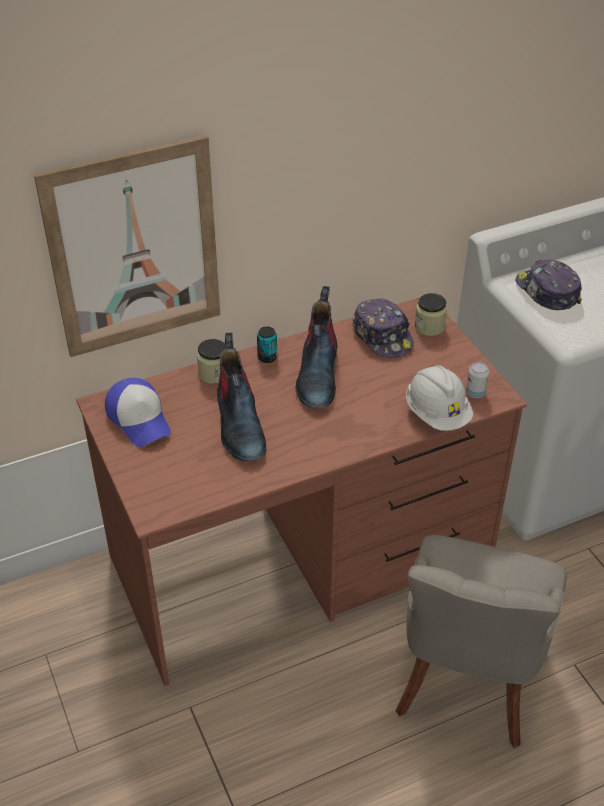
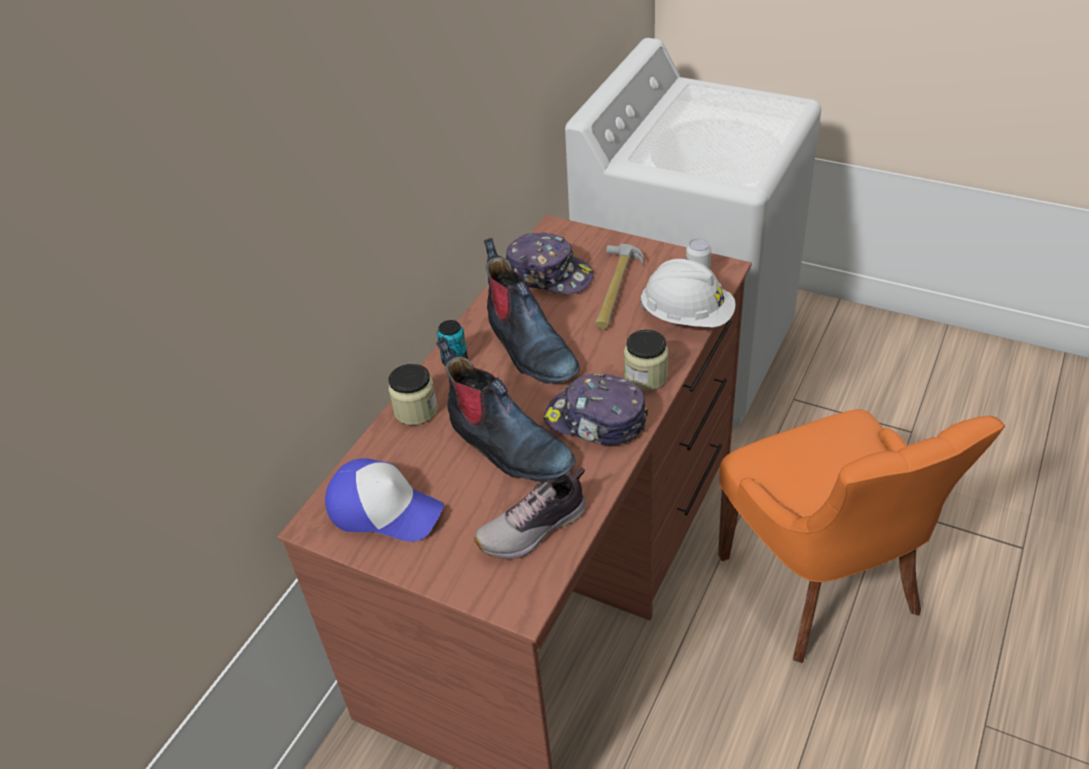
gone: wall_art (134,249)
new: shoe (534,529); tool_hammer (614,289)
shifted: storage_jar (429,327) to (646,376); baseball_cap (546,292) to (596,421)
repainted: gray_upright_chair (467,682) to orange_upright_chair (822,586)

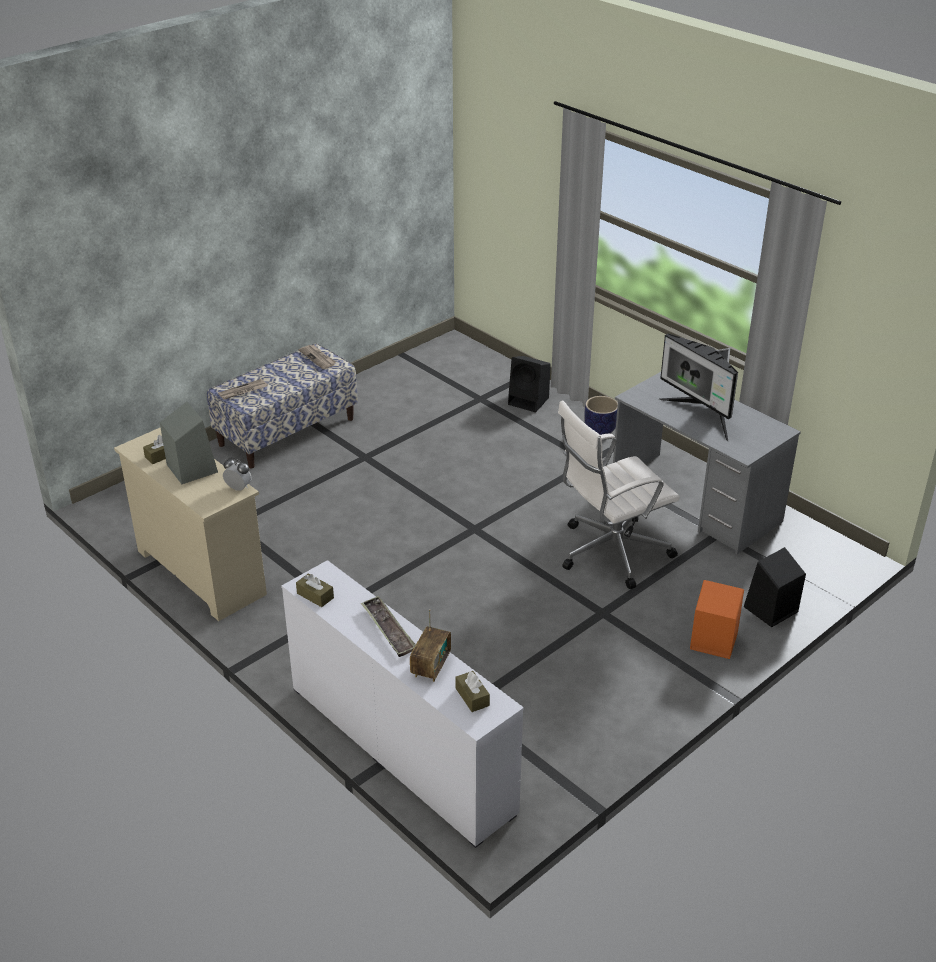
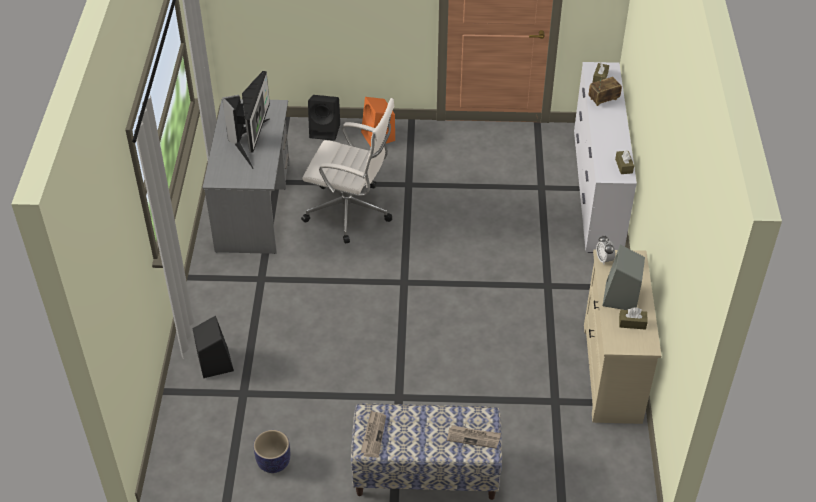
gone: tray (388,630)
shifted: flower_pot (599,430) to (274,462)

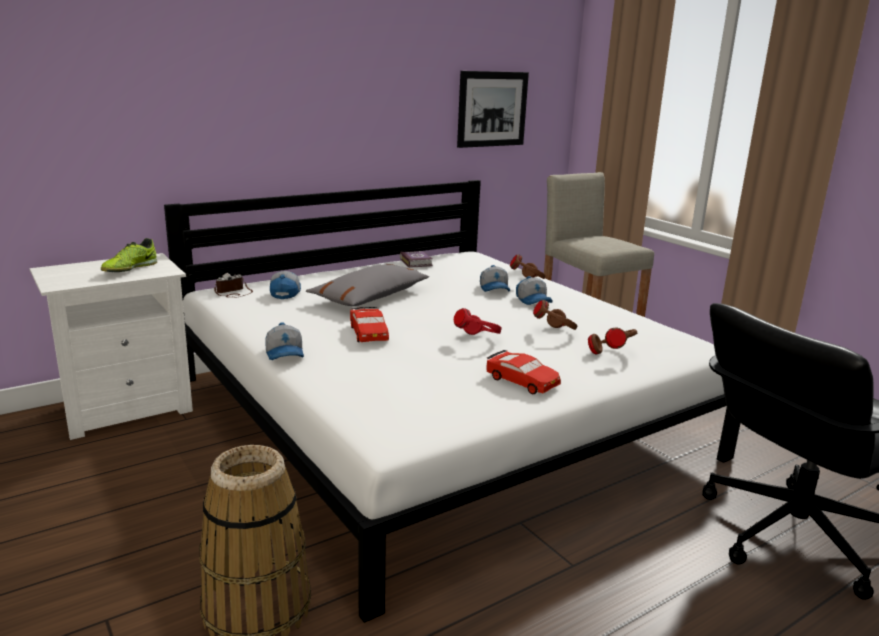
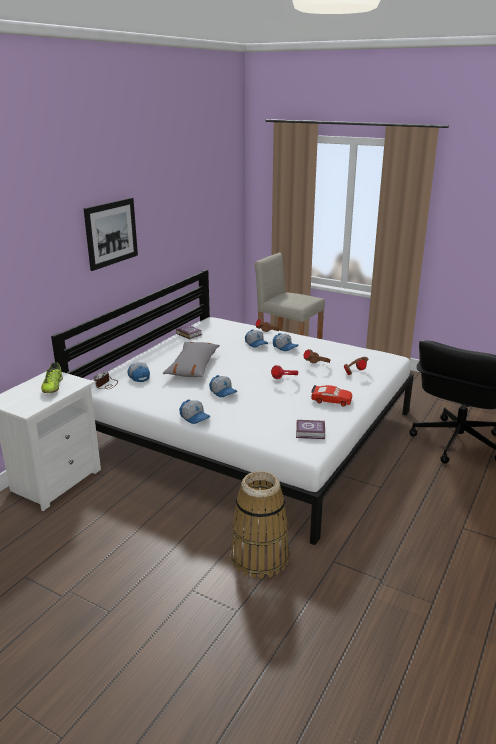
new: book (311,432)
shifted: wall_art (492,109) to (111,233)
swapped: red-coloured_model_car (369,333) to baseball_cap (223,392)

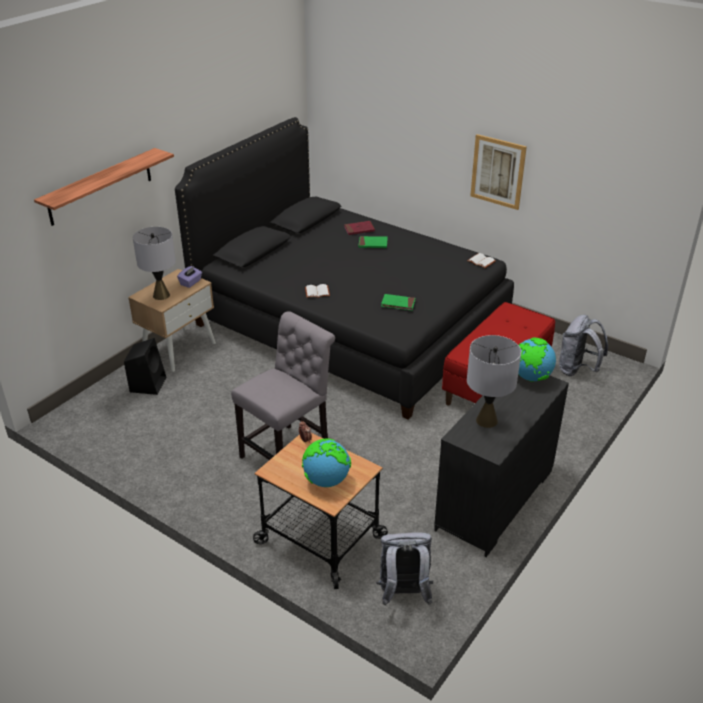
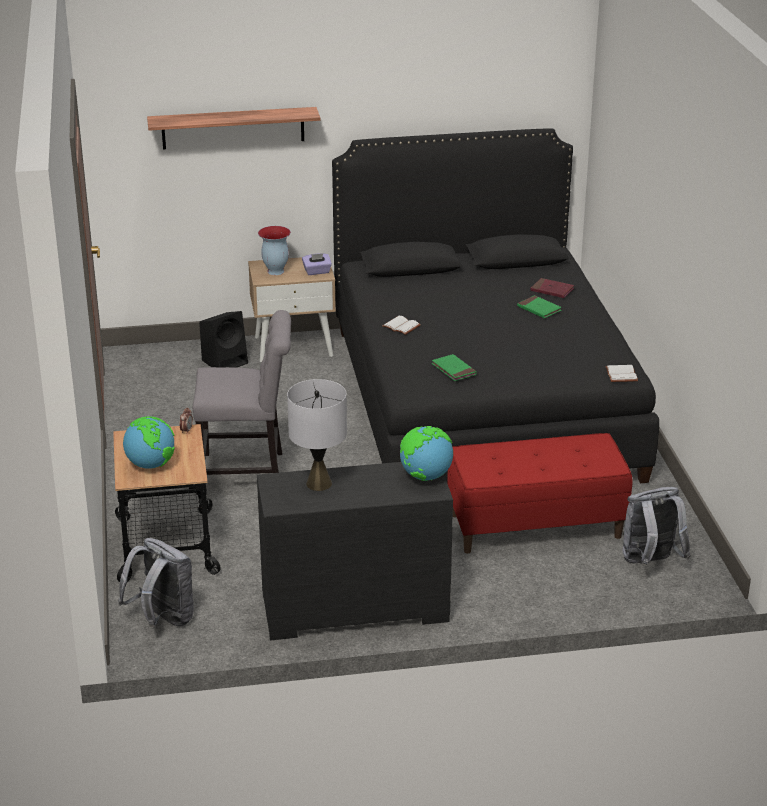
gone: wall_art (498,171)
swapped: gray_tabletop_lamp (161,295) to vase (275,271)

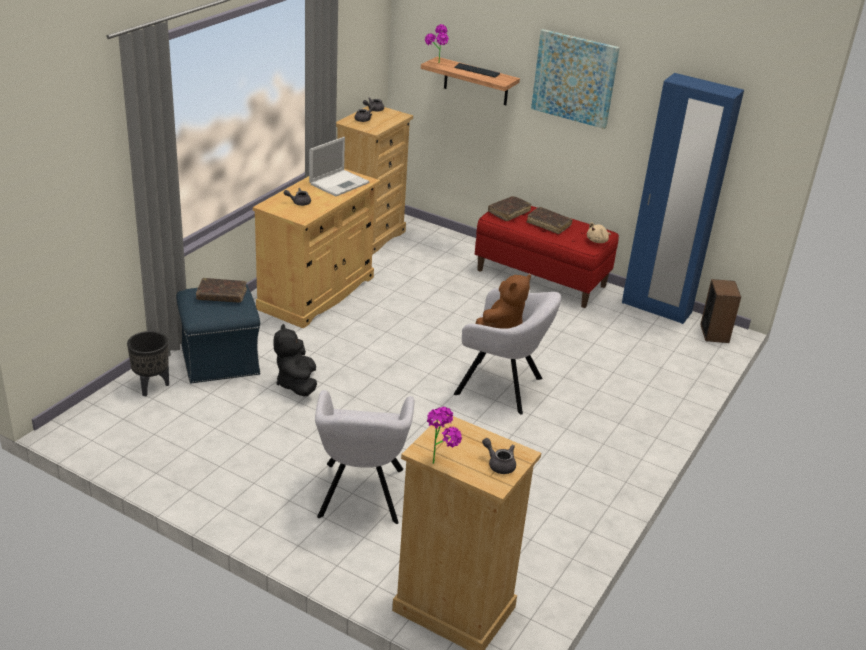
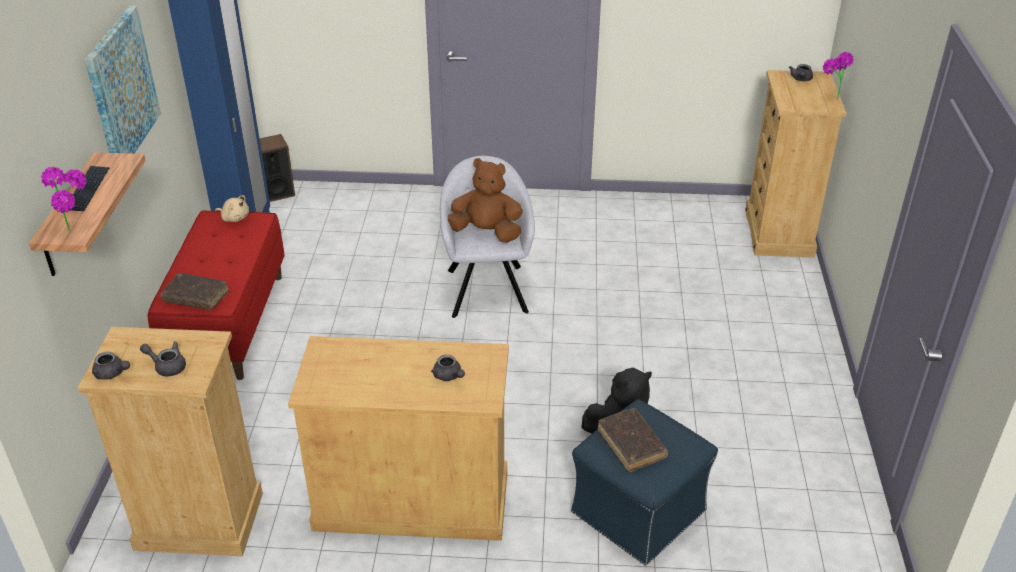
gone: black-coloured_flower_pot (151,386); notebook_computer (340,183); gray_easy_chair (361,495); brown_book (548,224)

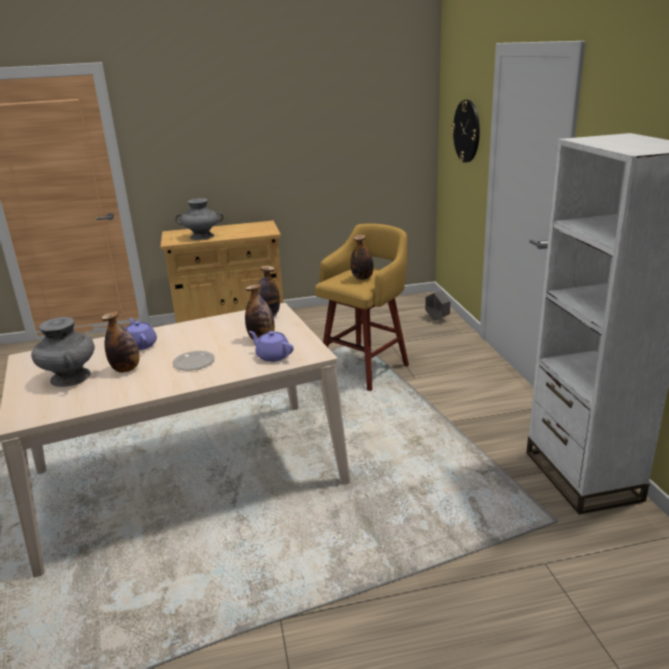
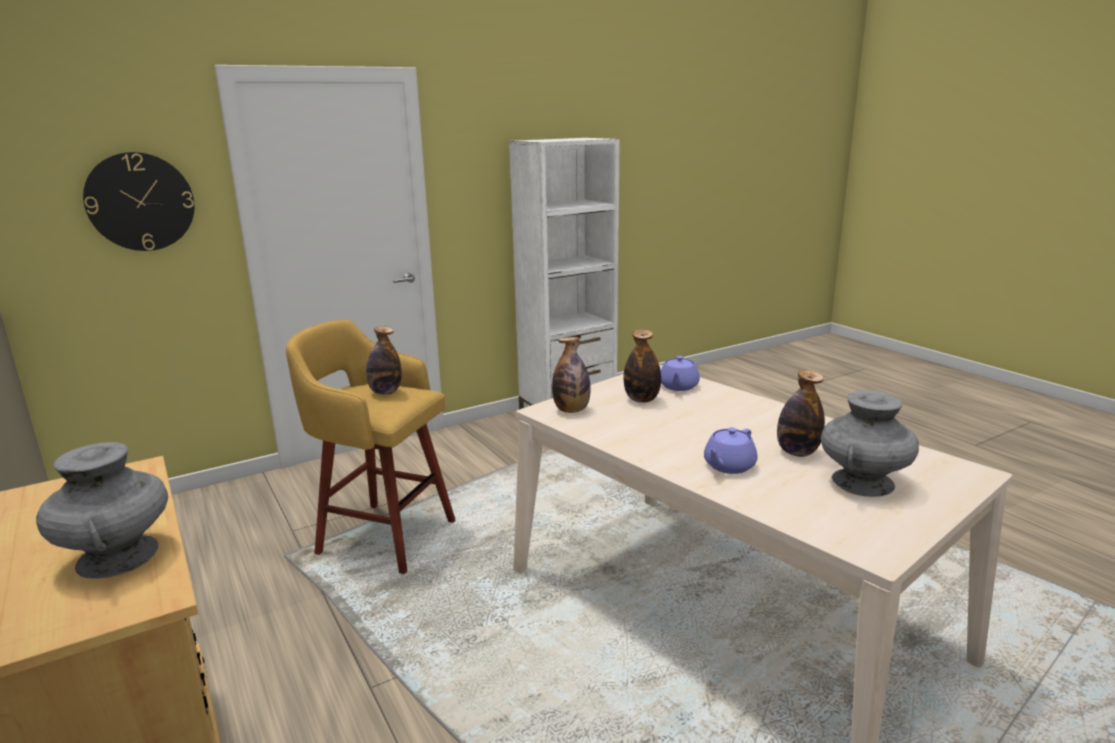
gone: dinner_plate (193,362); gray_flower_pot (437,319)

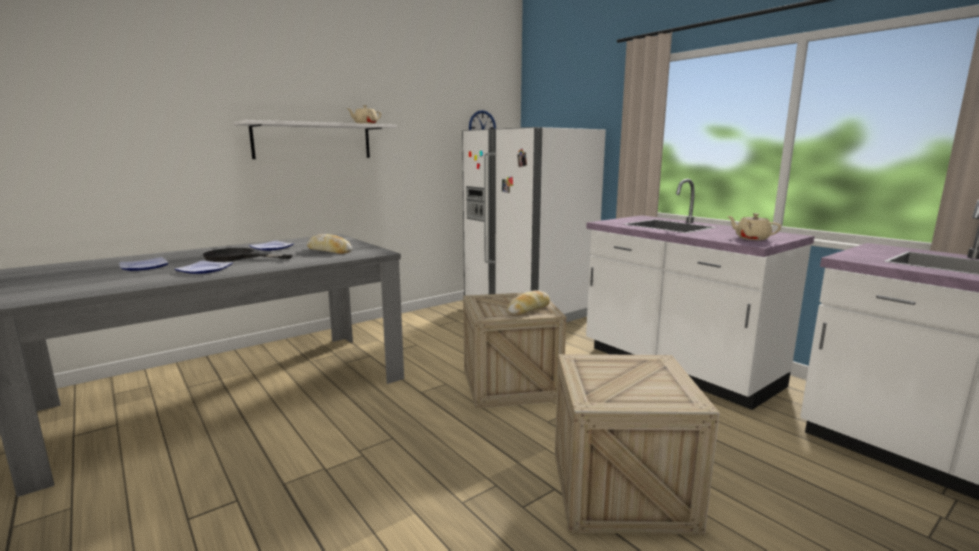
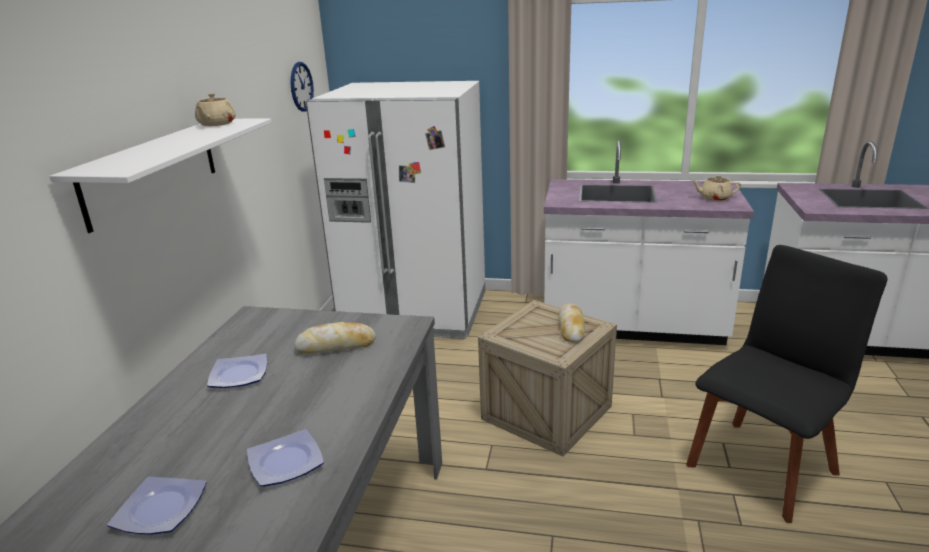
gone: black-coloured_skillet (237,257)
swapped: shipping_crate (620,489) to black-coloured_upright_chair (764,465)

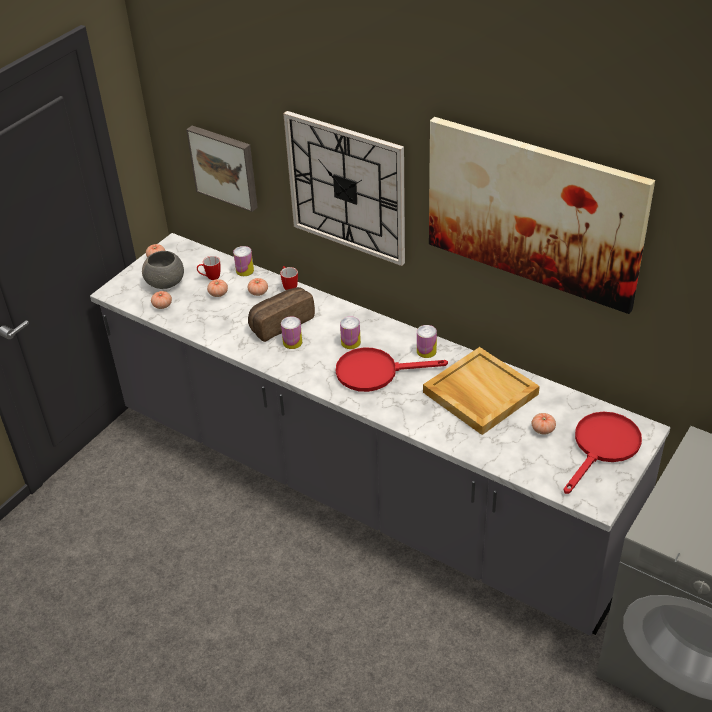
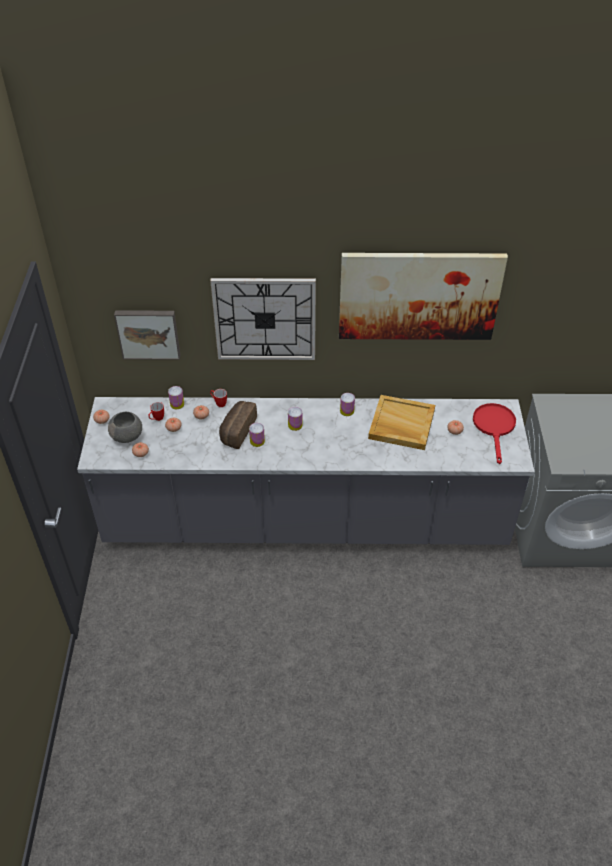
gone: red-coloured_skillet (375,372)

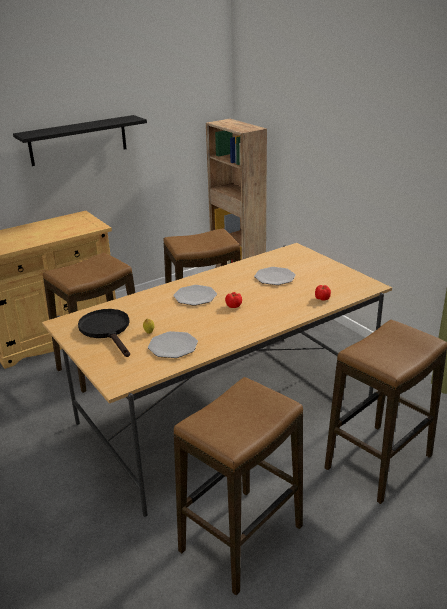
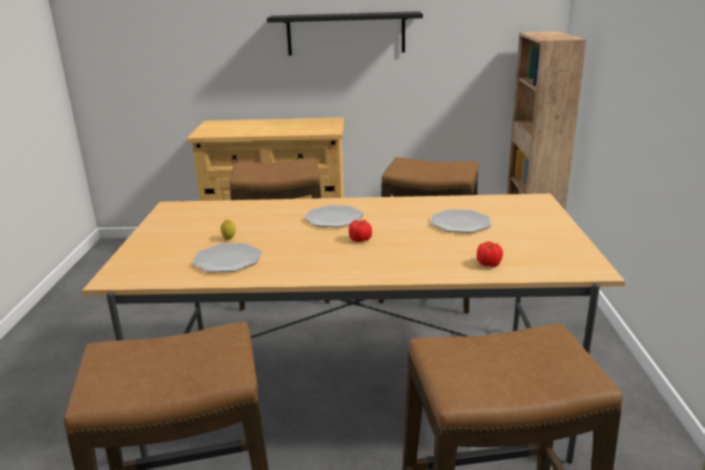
gone: black-coloured_skillet (107,330)

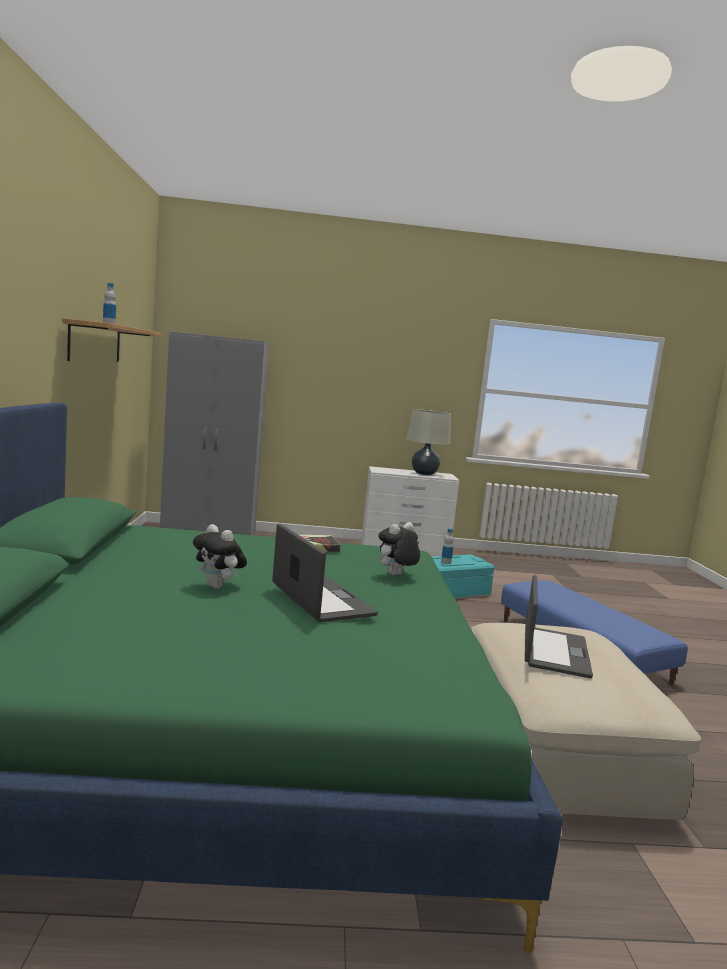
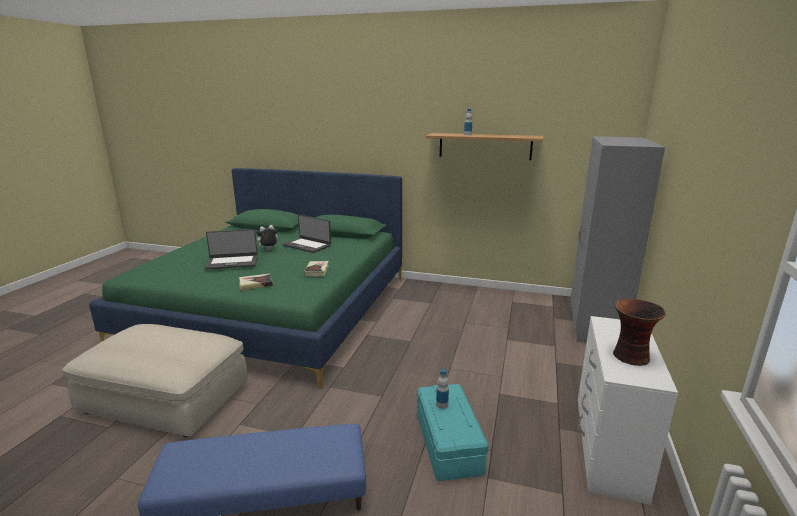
shifted: notebook_computer (554,651) to (307,245)
swapped: soft_toy (396,575) to book (255,284); beige_tabletop_lamp (424,473) to vase (630,357)

